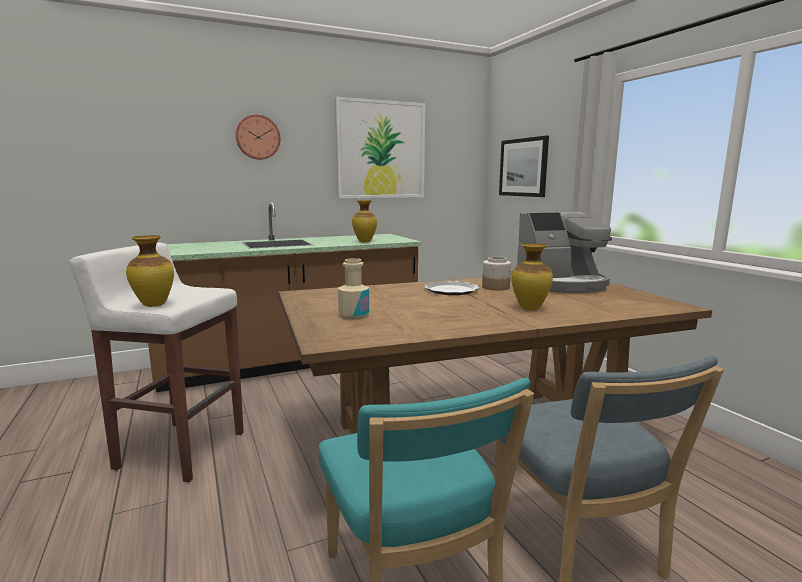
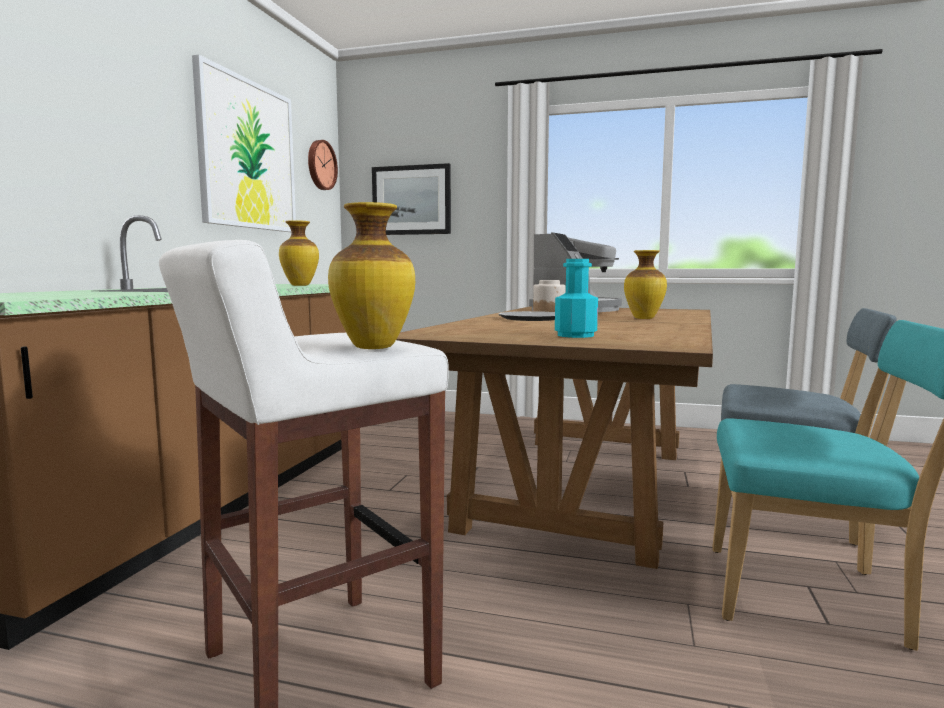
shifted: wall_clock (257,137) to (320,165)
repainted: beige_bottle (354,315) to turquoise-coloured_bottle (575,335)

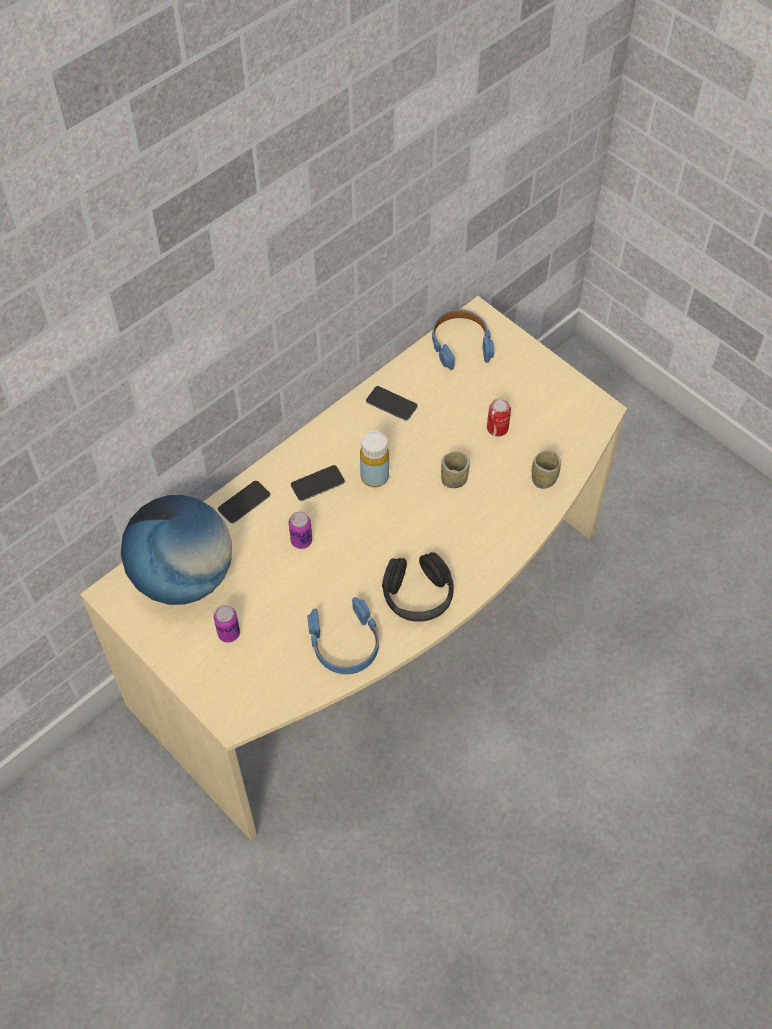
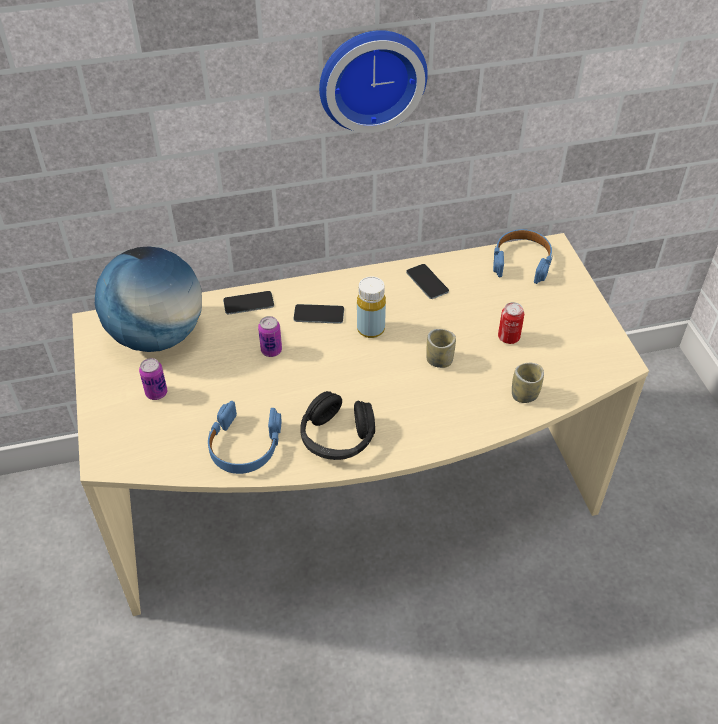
new: wall_clock (371,77)

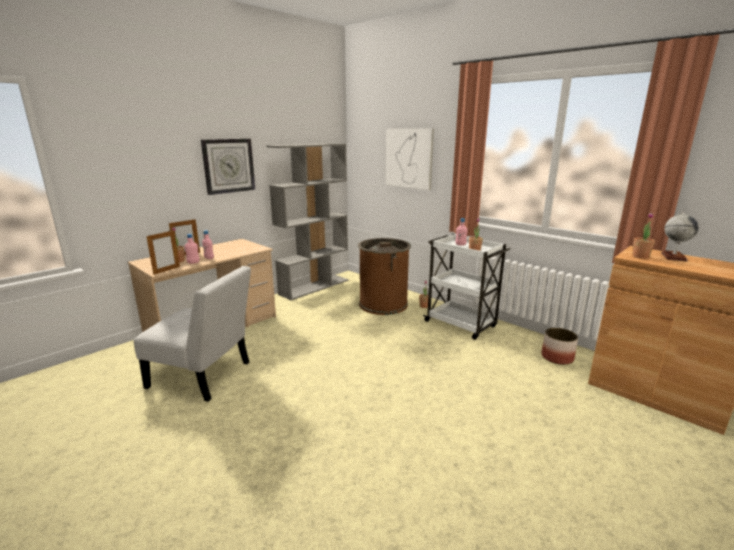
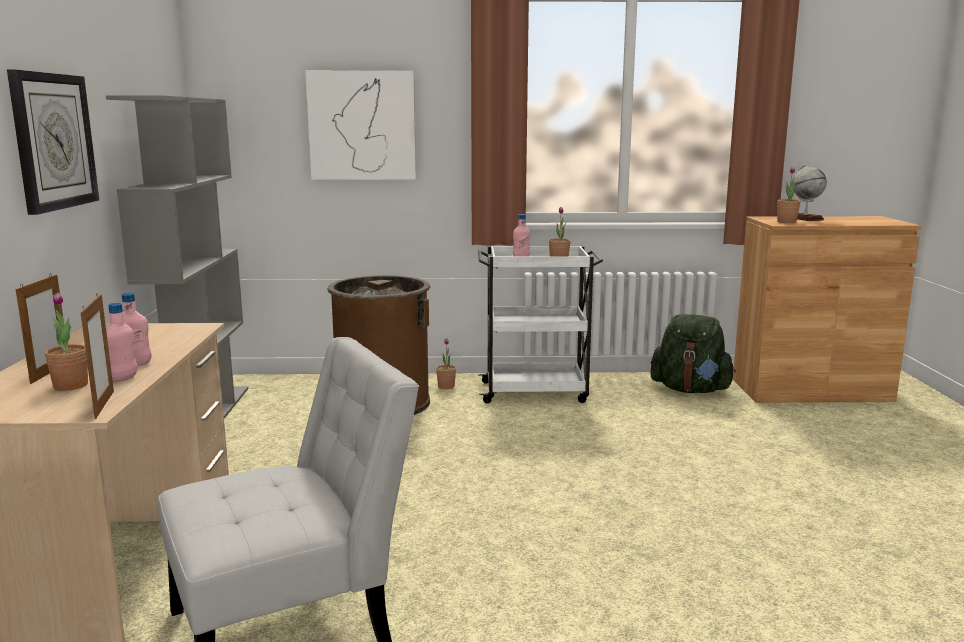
swapped: flower_pot (557,357) to greenish_knapsack (690,390)

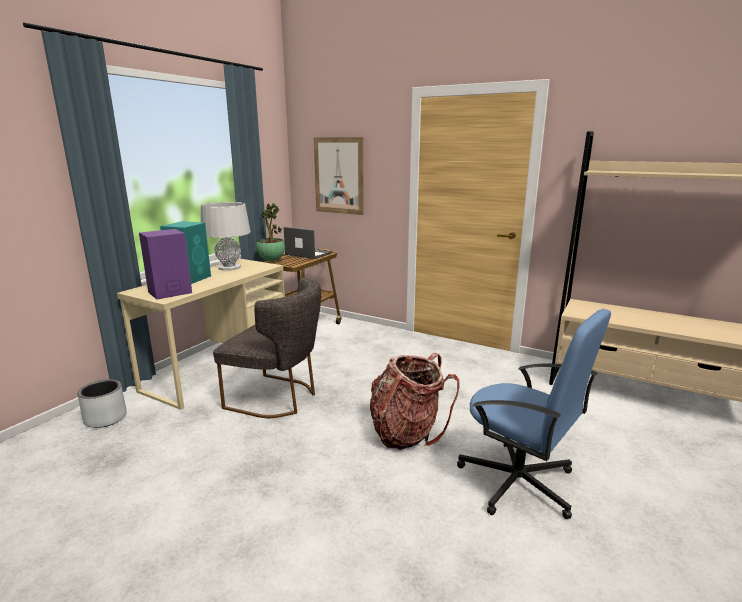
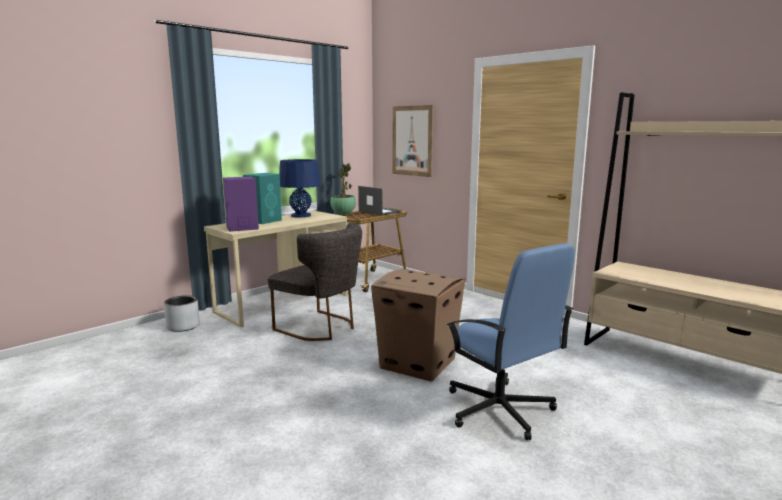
swapped: knapsack (406,432) to carton (418,363)
repainted: gray_tabletop_lamp (229,267) to blue_tabletop_lamp (300,215)

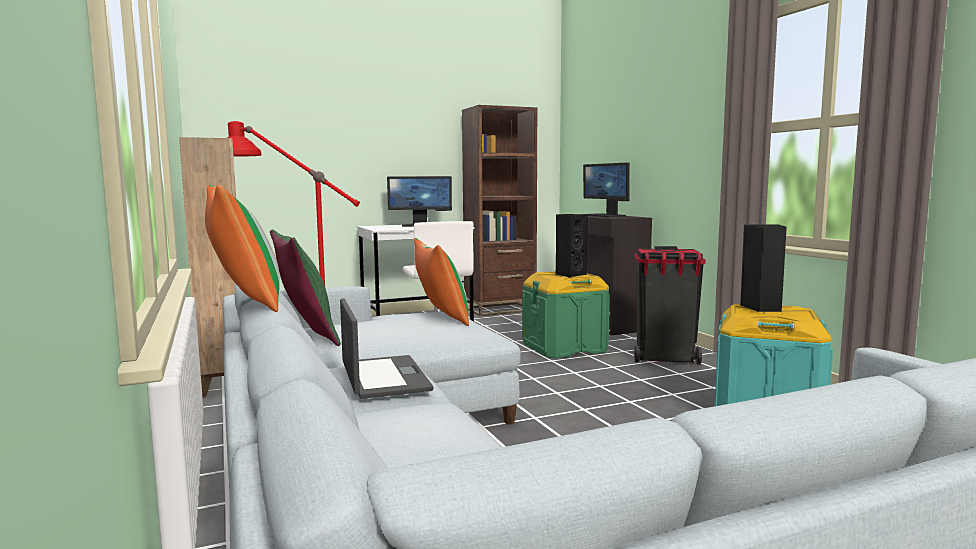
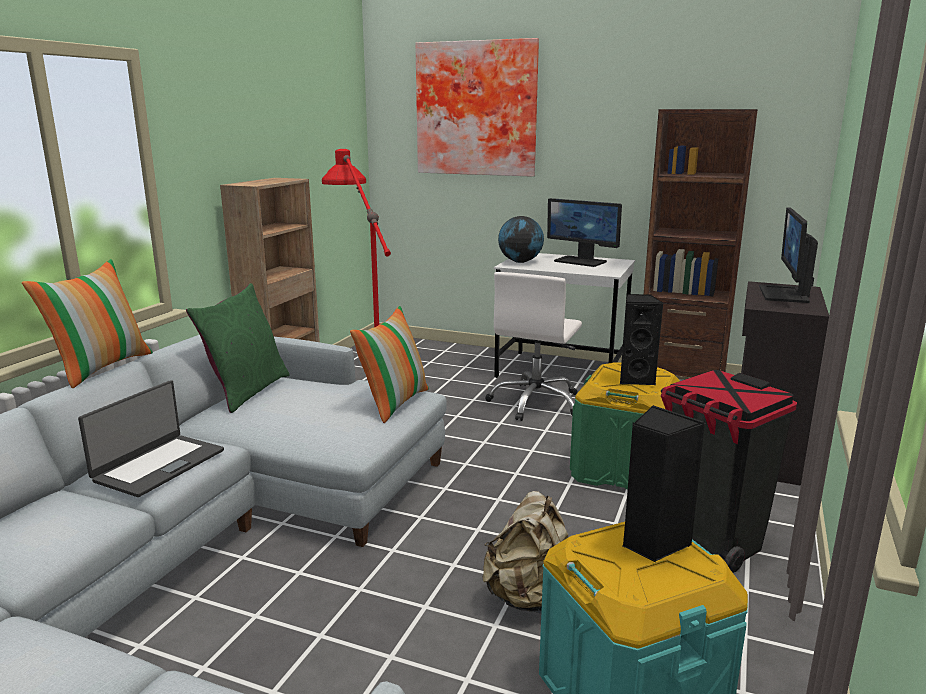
new: wall_art (477,109); beige_knapsack (529,599); globe (520,262)

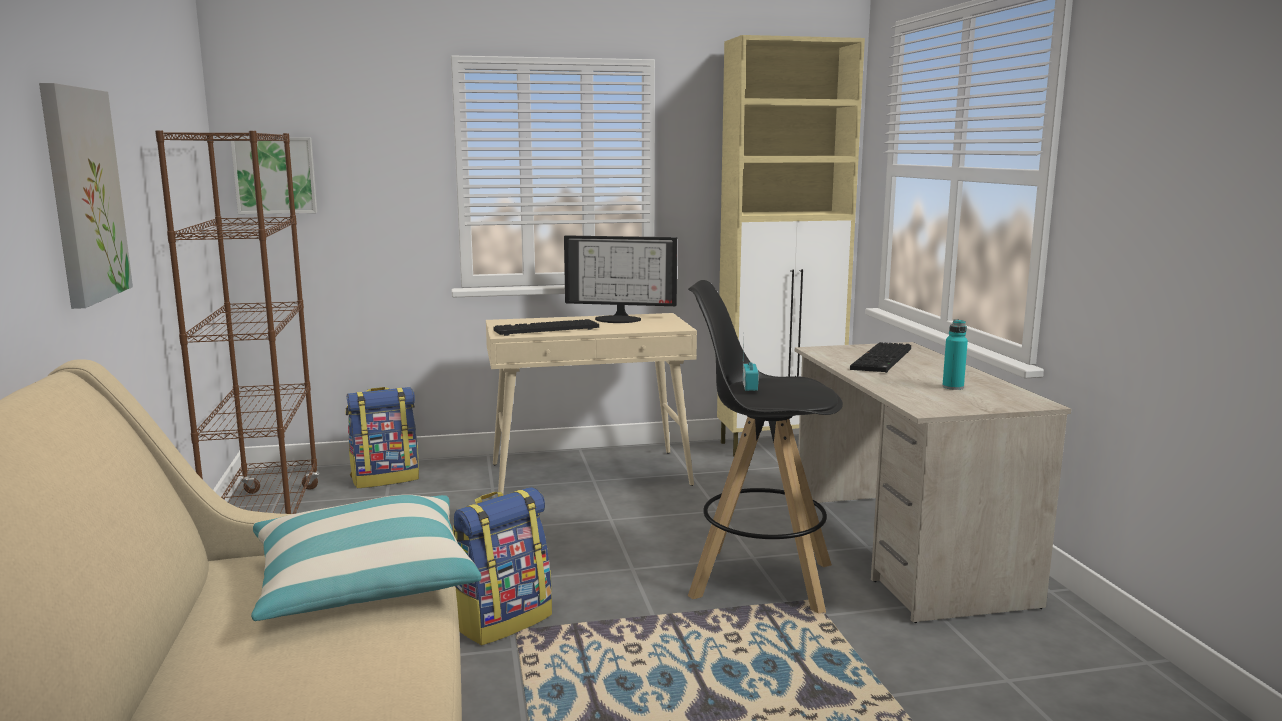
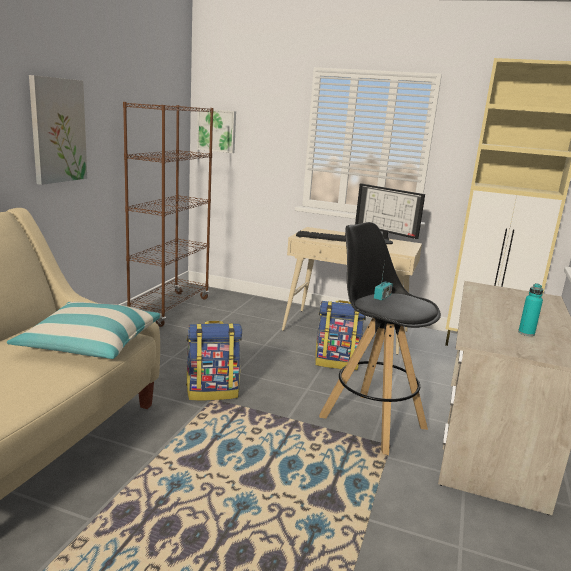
gone: PC_keyboard (883,360)
shifted: knapsack (385,478) to (337,362)

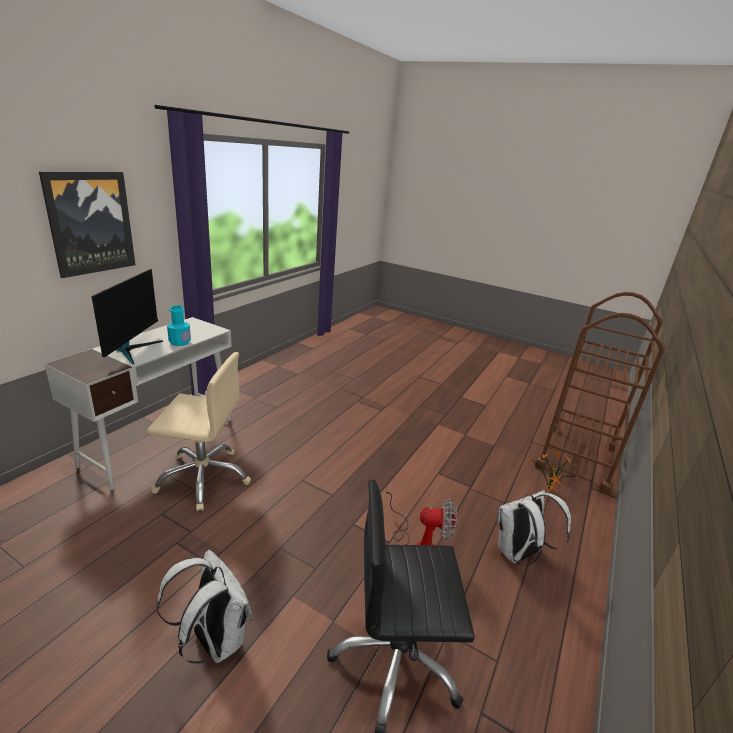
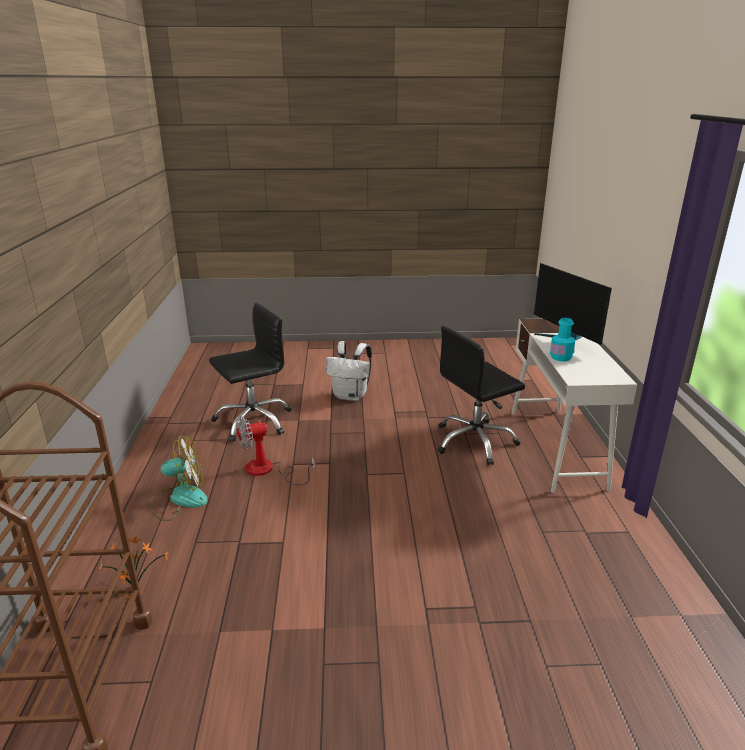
gone: wall_art (90,223)
swapped: white-coloured_knapsack (518,554) to fan (179,499)
repainted: beige_desk_chair (203,477) to black-coloured_desk_chair (475,442)

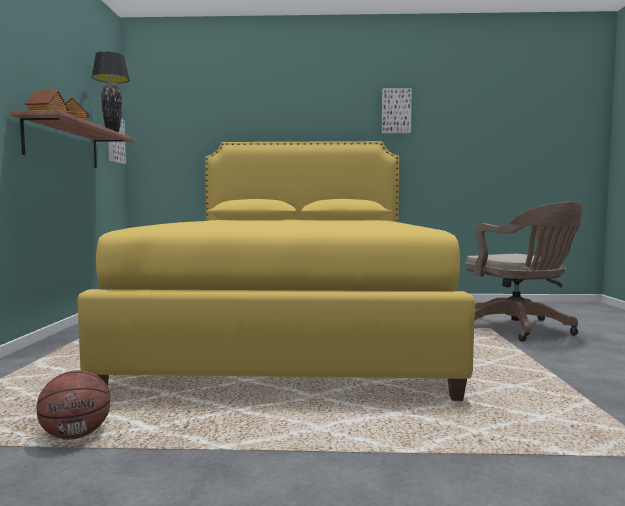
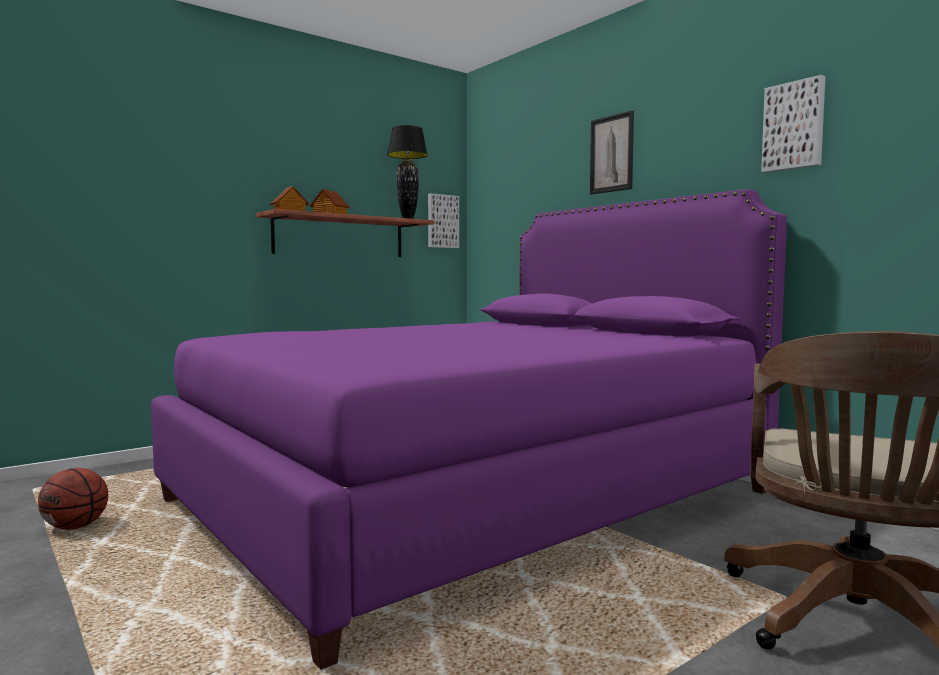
new: wall_art (611,154)
repainted: yellow_sleeping_bed (293,334) to purple_sleeping_bed (471,496)

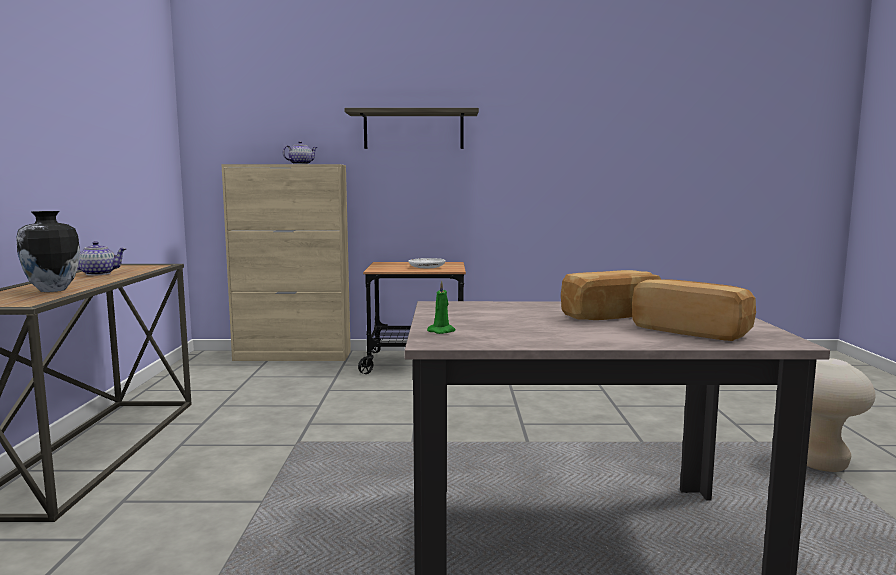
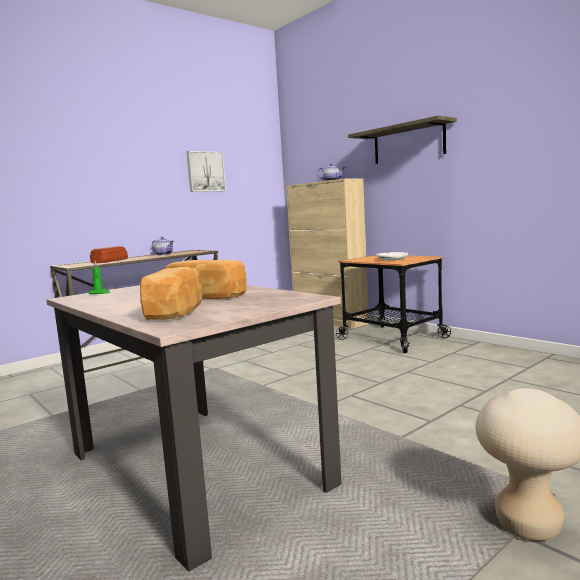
new: wall_art (205,171)
swapped: vase (52,290) to baked_bread (109,261)

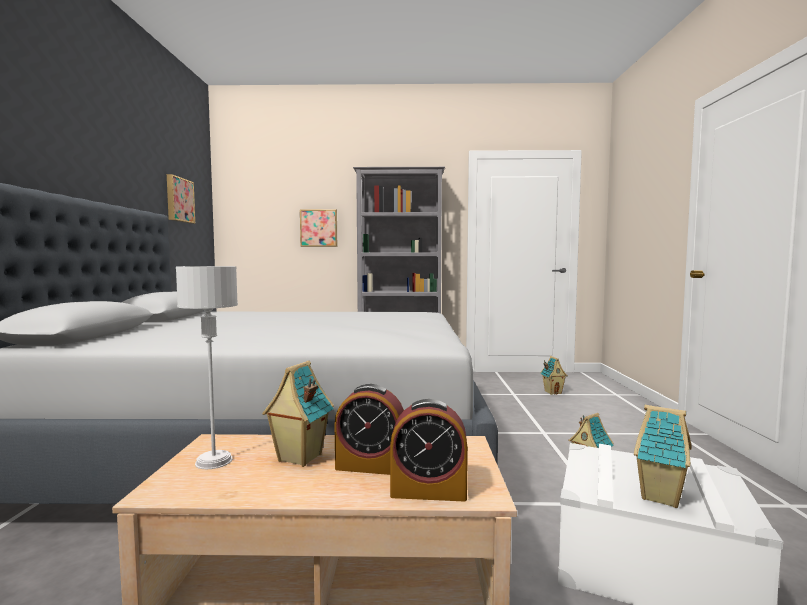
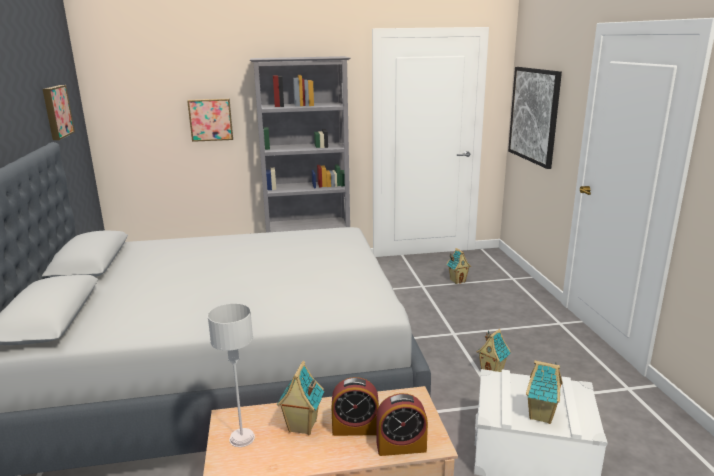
new: wall_art (534,115)

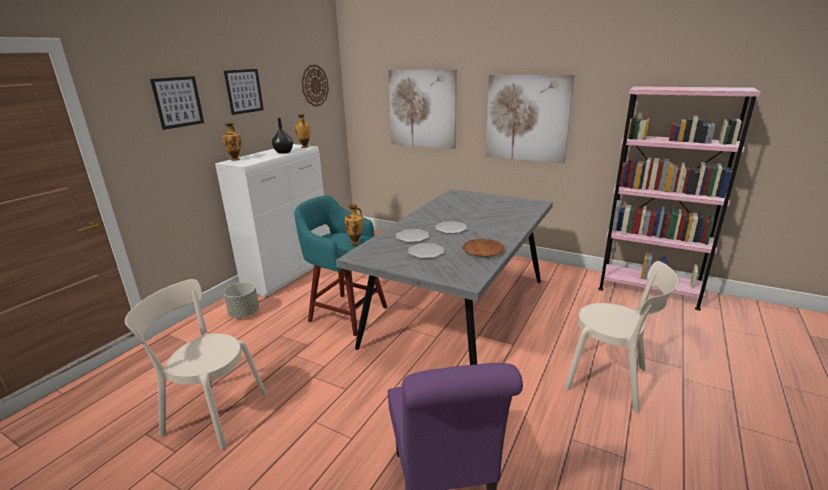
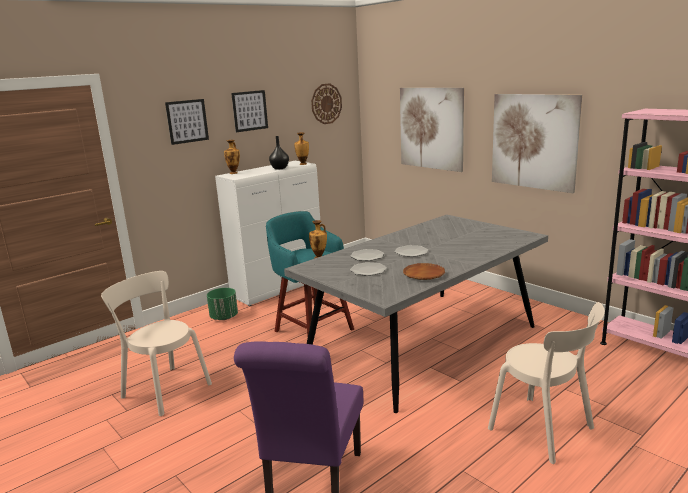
repainted: gray_flower_pot (244,313) to greenish_flower_pot (224,317)

